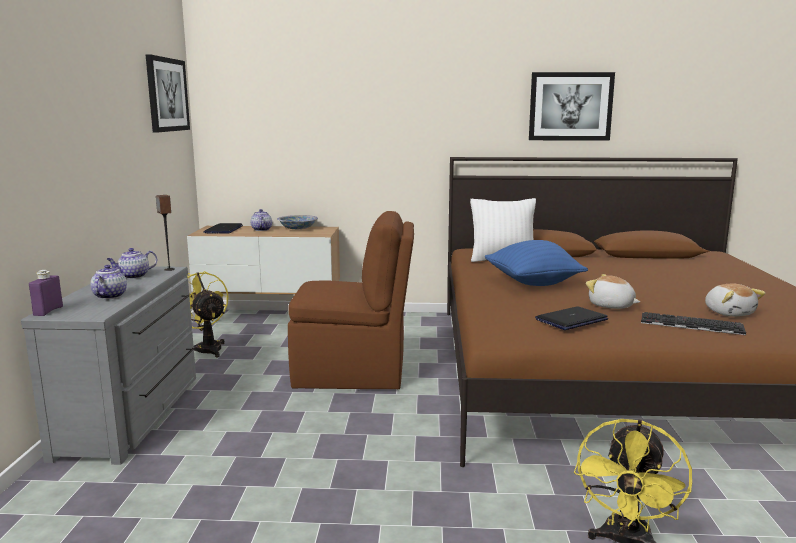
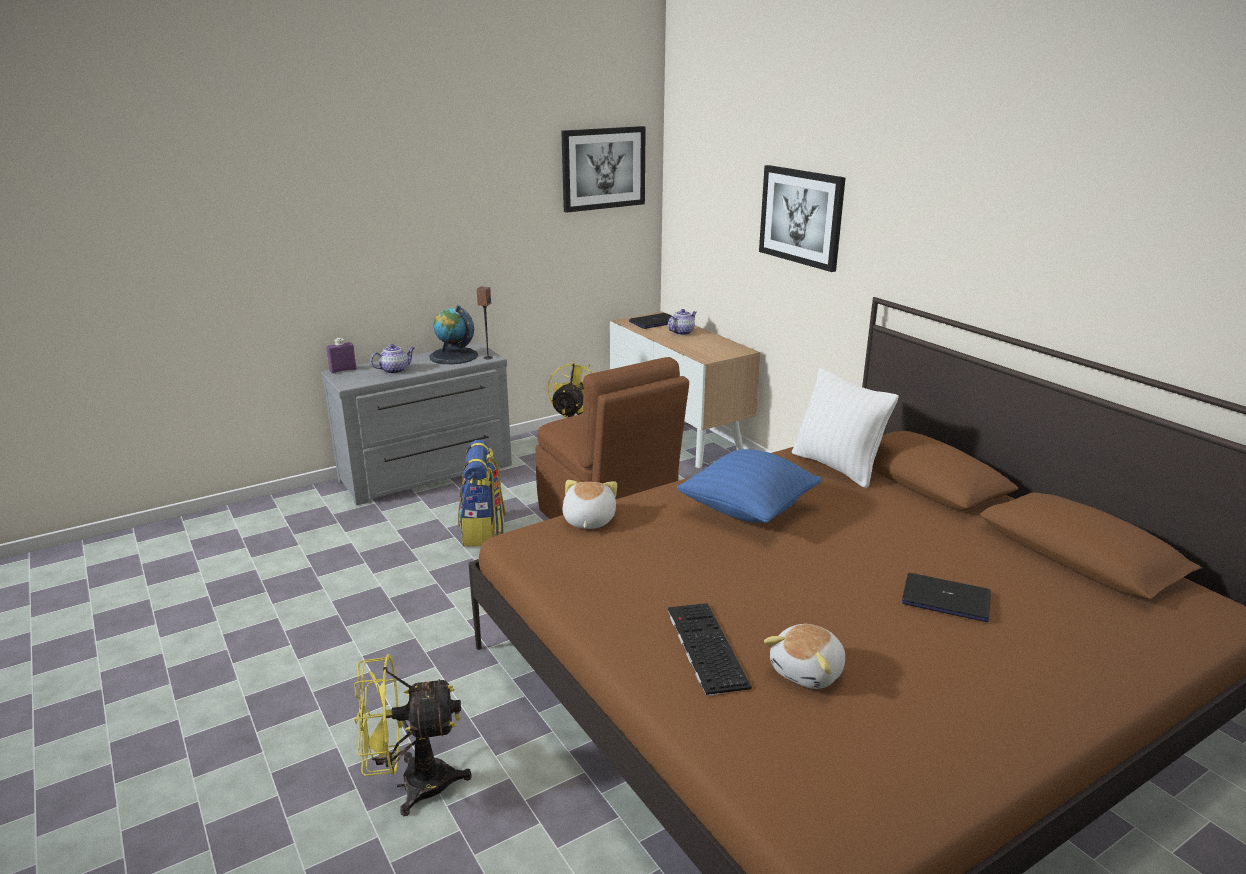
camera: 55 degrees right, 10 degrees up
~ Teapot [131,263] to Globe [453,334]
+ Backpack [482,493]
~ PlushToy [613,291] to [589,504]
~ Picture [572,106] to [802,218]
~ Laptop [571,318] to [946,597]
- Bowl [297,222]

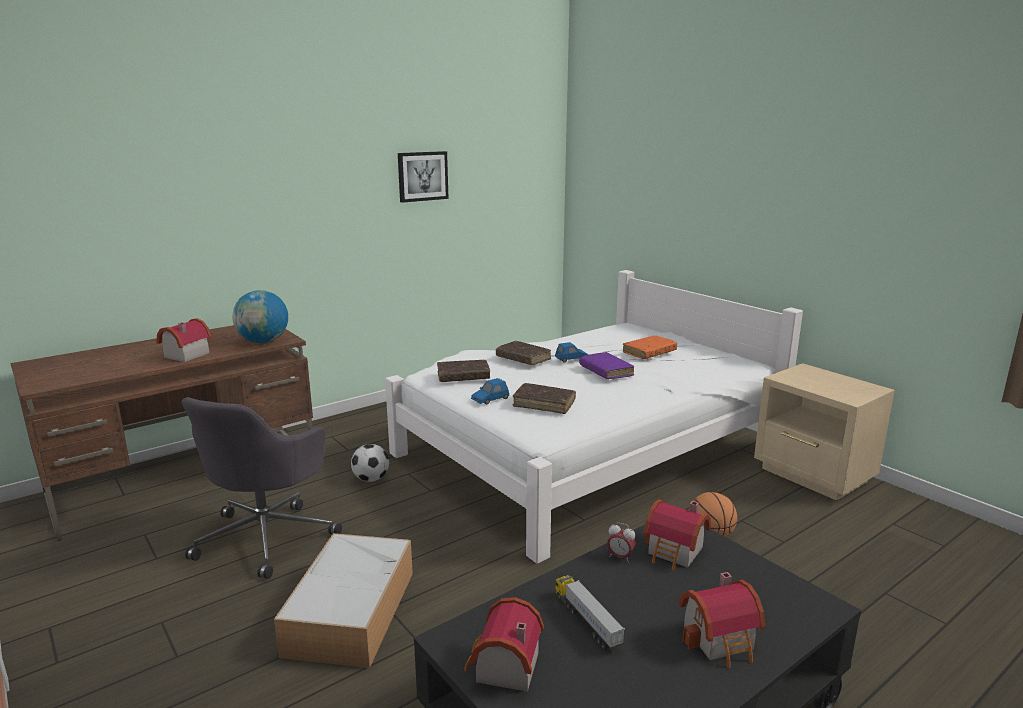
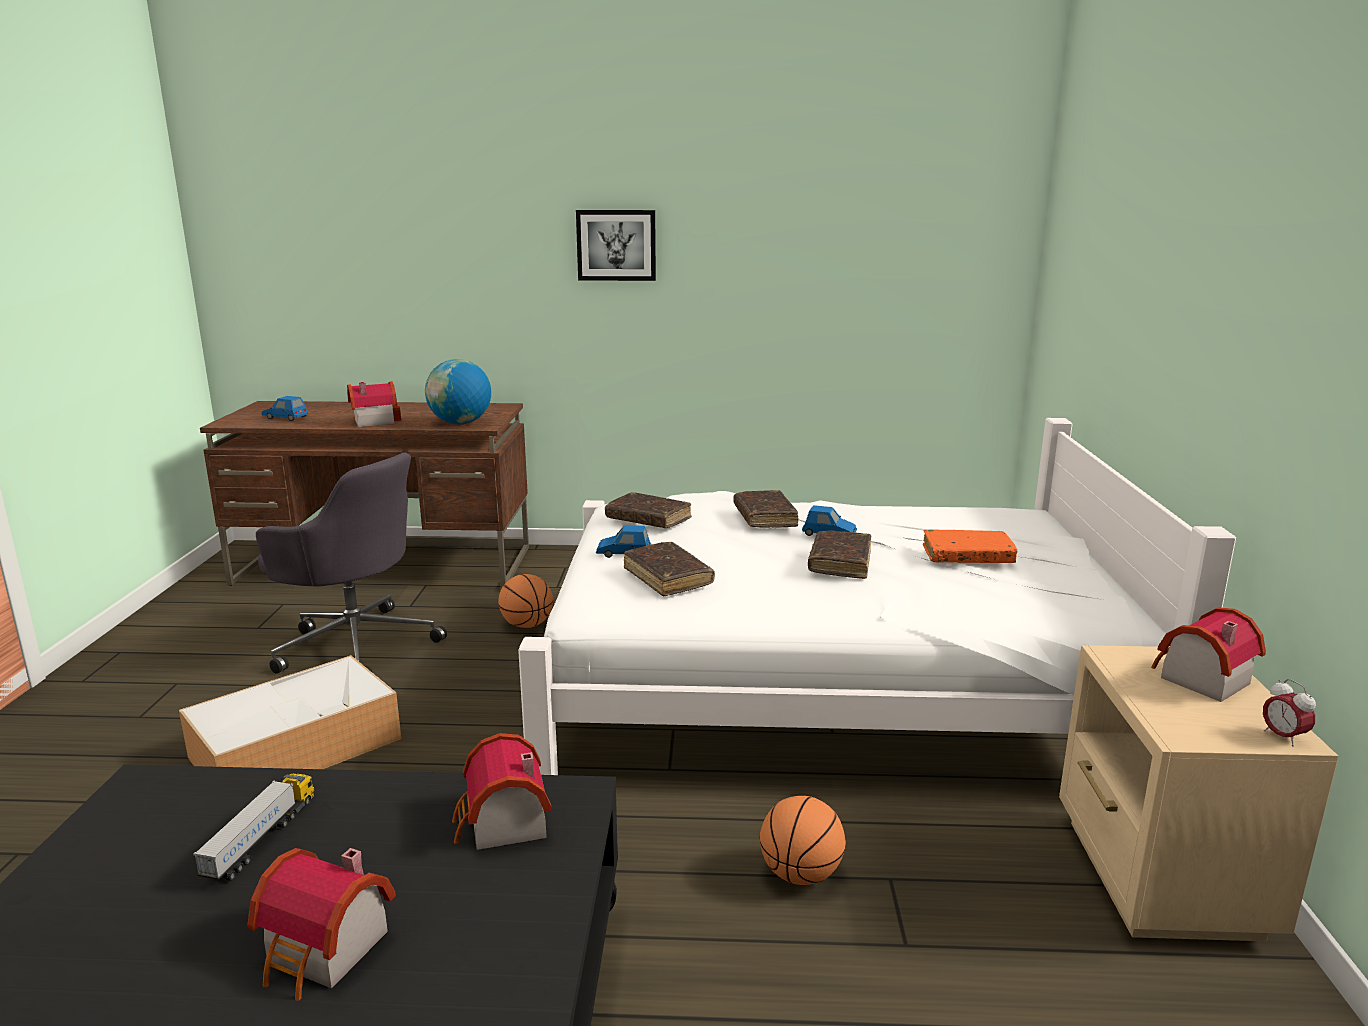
camera: 40 degrees right, 0 degrees up
~ GreyOfficeChair [262,488] = [351,563] 120 degrees counterclockwise
+ BlueToyCar [285,408]
~ Football [370,463] to Basketball [525,601]
~ Picture [423,177] to [616,245]
~ PurpleBook [606,365] to BrownBook [839,554]
~ ToyHouse [504,644] to [1208,654]
~ AlarmClock [621,542] to [1289,713]

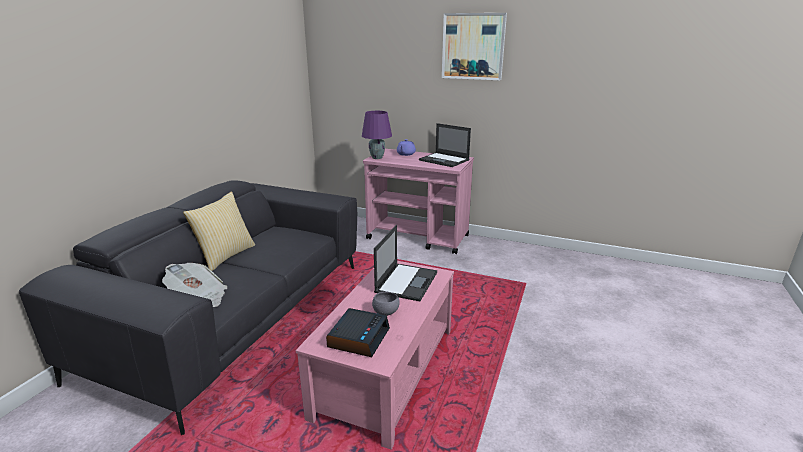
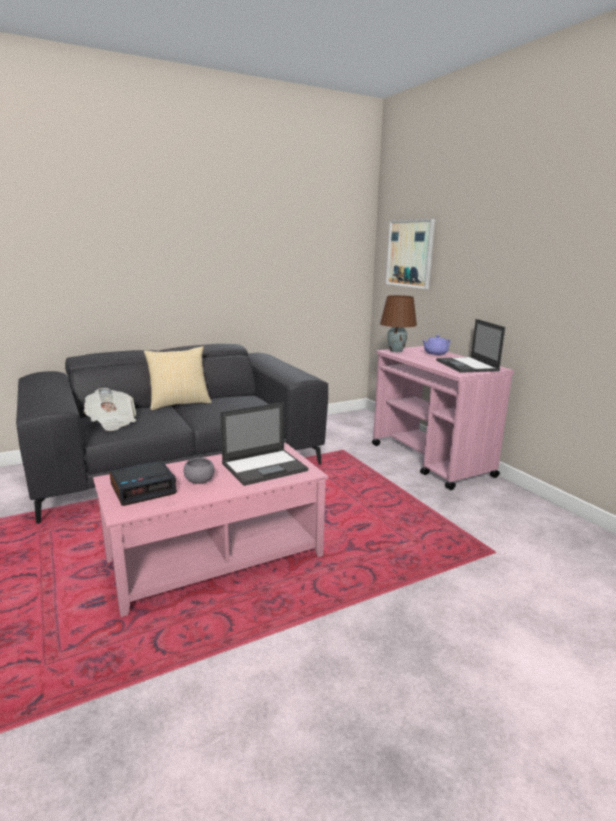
camera: 40 degrees right, 5 degrees down
~ PurpleTableLamp [377,135] to BrownTableLamp [398,323]
~ Picture [474,47] to [410,254]

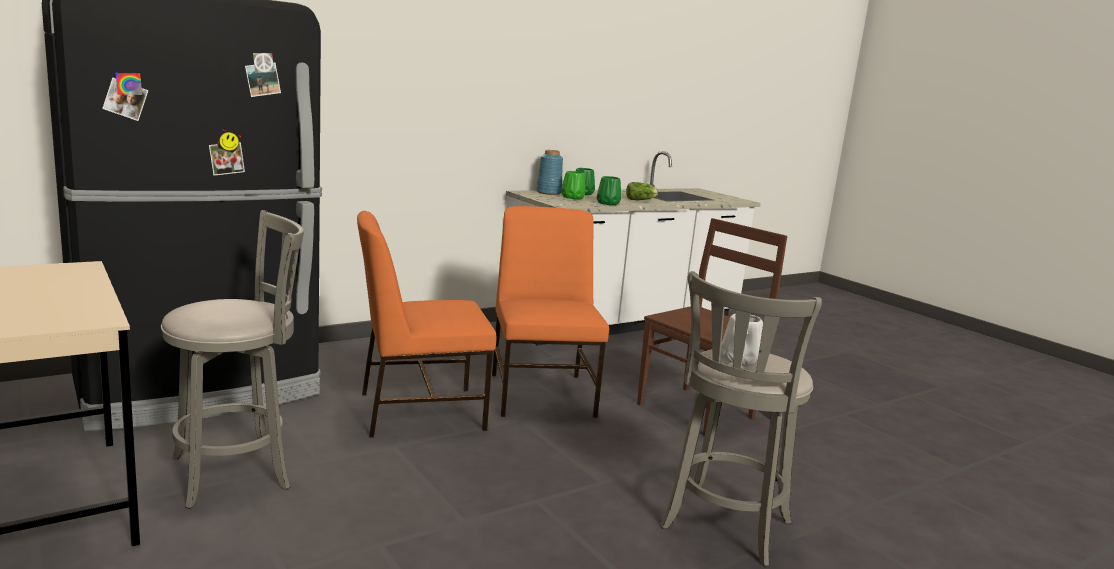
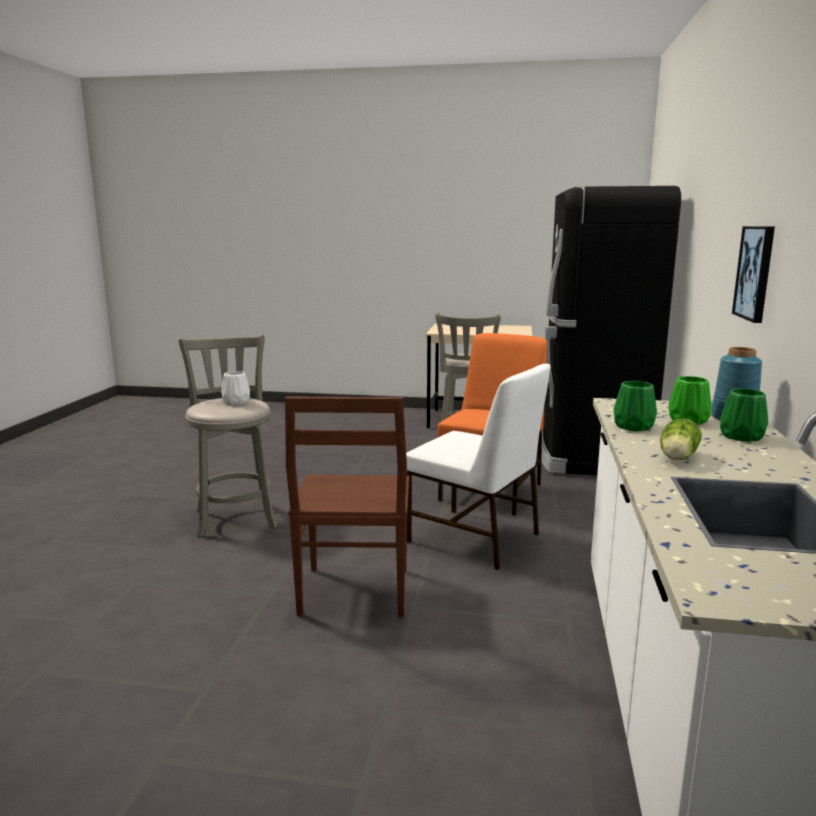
camera: 135 degrees right, 0 degrees up
~ OrangeChair [550,312] to WhiteChair [478,467]
+ Picture [753,274]

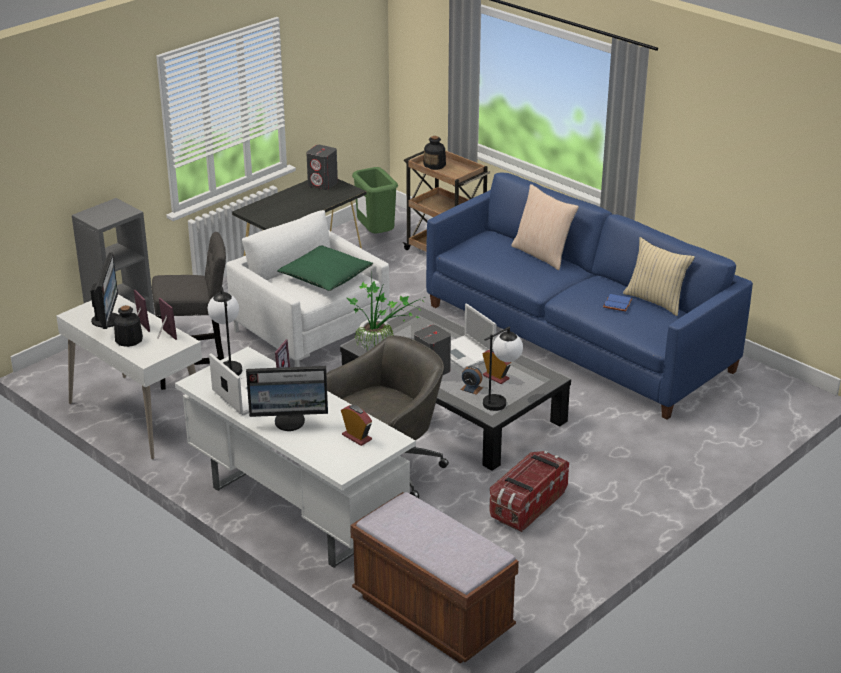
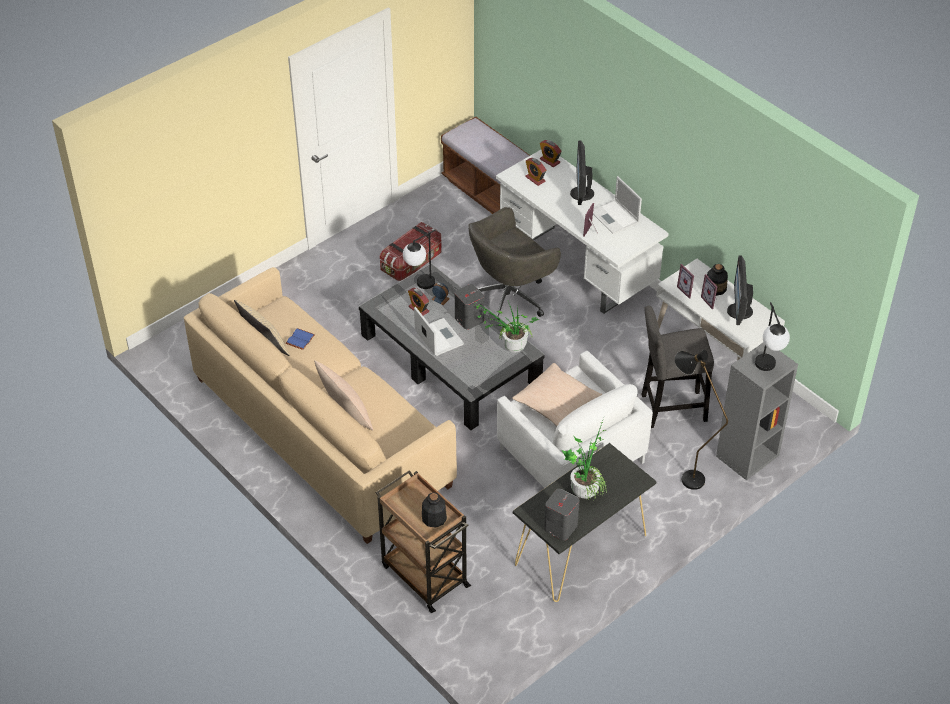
camera: 175 degrees left, 15 degrees up
~ BlueSofa [589,296] to BeigeSofa [320,405]
~ GreenPillow [325,268] to BeigePillow [557,394]
+ AlarmClock [551,153]
+ PottedPlant [584,459]
~ Monitor [287,398] = [582,172] 90 degrees counterclockwise
+ BlackFloorLamp [701,420]
~ TableLamp [225,331] to [772,336]
- GreenTrashCan [375,200]

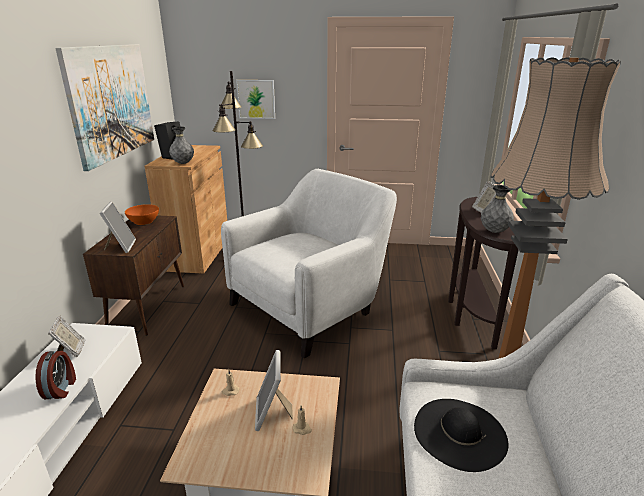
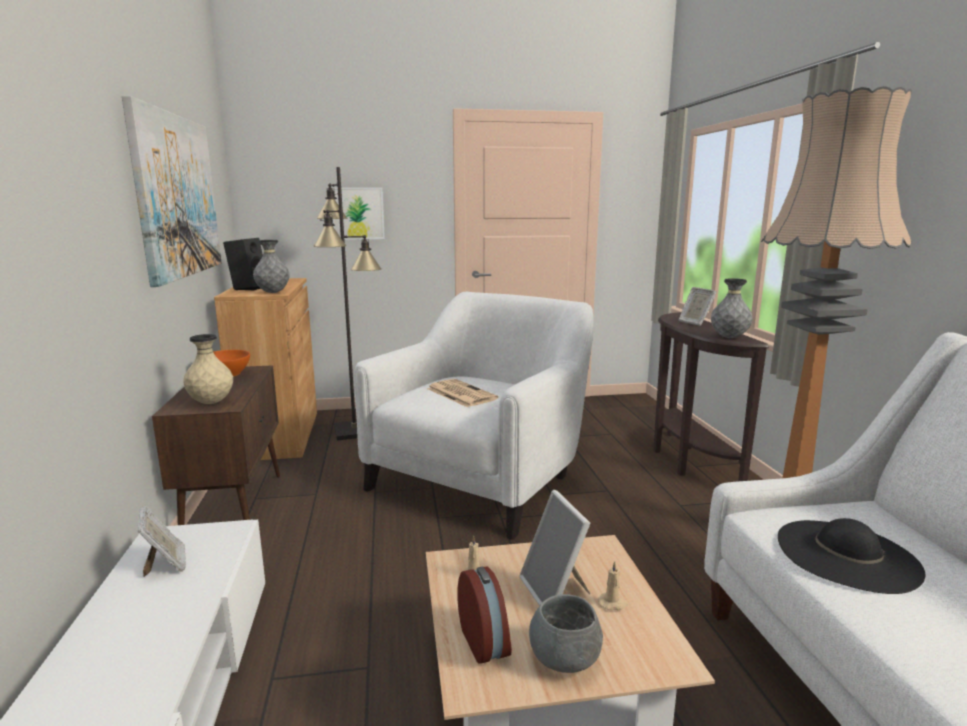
camera: 15 degrees left, 10 degrees down
~ PictureFrame [118,227] to BeigeVase [208,369]
+ Newspaper [462,393]
~ AlarmClock [55,375] to [484,615]
+ GreyBowl [566,633]

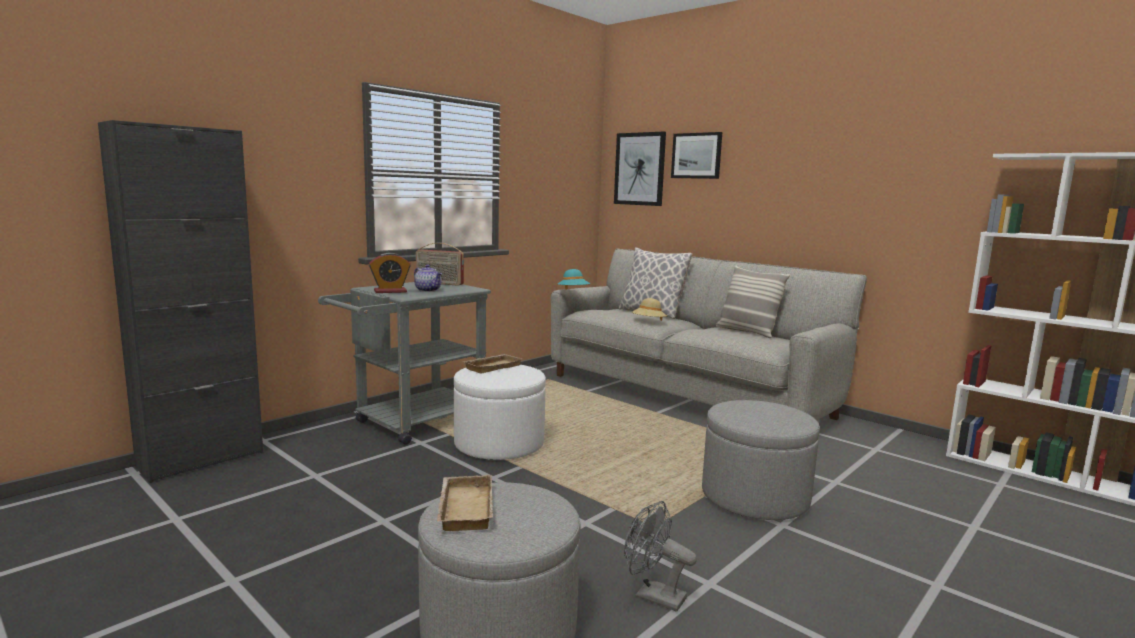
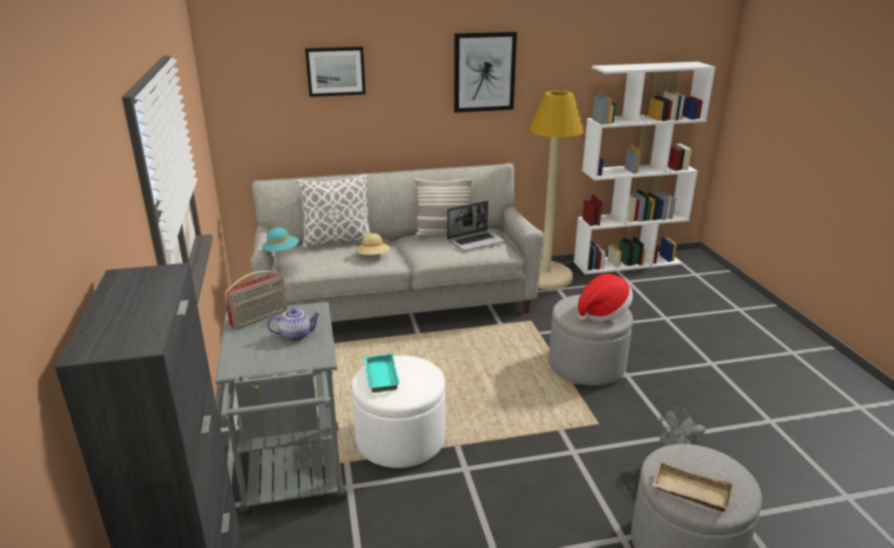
camera: 55 degrees left, 15 degrees up
~ BeigeTray [492,363] to TurquoiseTray [382,373]
+ Laptop [475,226]
~ Picture [640,169] to [485,72]
+ BeigeFloorLamp [556,190]
+ Hat [605,298]
- AlarmClock [390,273]

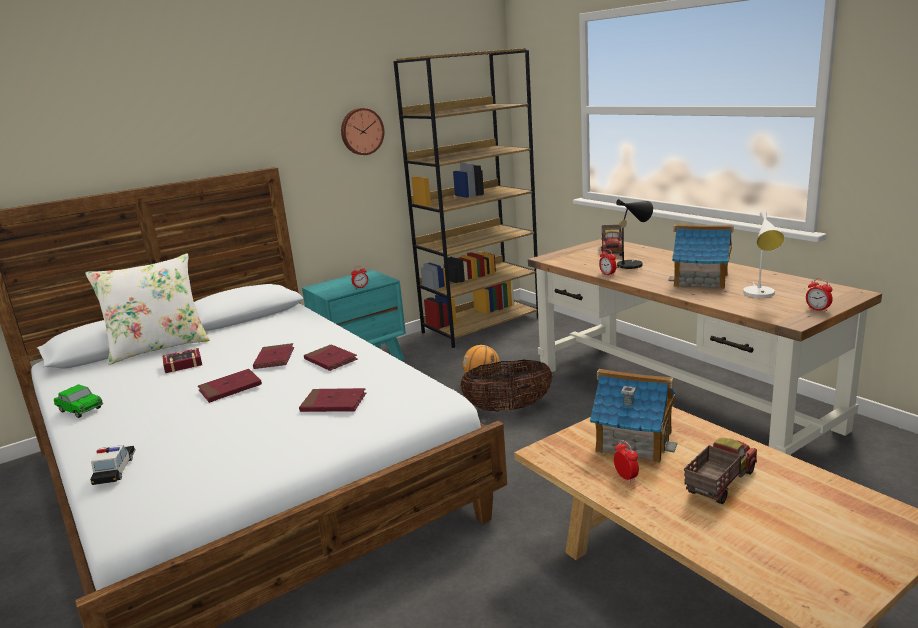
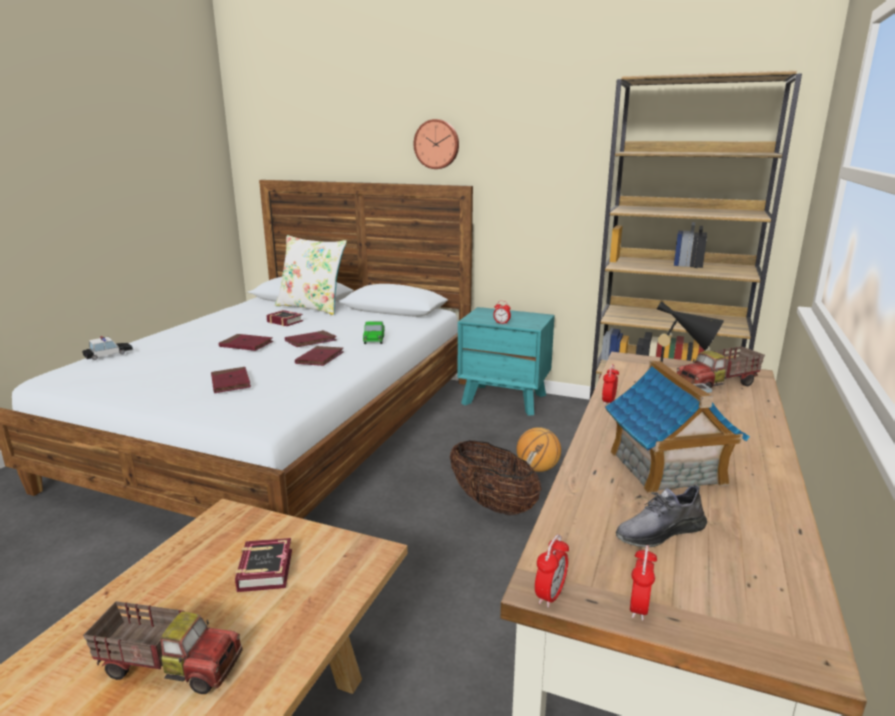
camera: 55 degrees right, 0 degrees up
~ ToyHouse [633,416] to Book [263,565]
~ ToyCar [78,401] to [374,333]
~ WallClock [362,131] to [436,144]
~ AlarmClock [626,461] to [552,571]
~ WhiteTableLamp [764,254] to GreyShoe [661,515]

